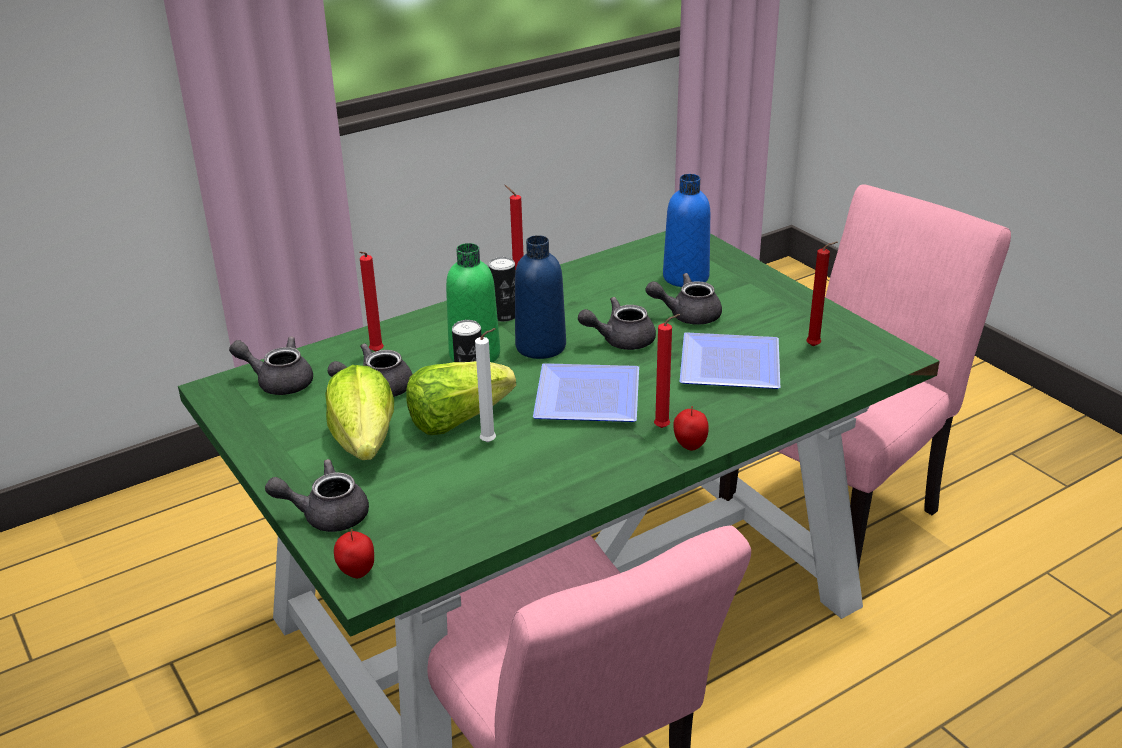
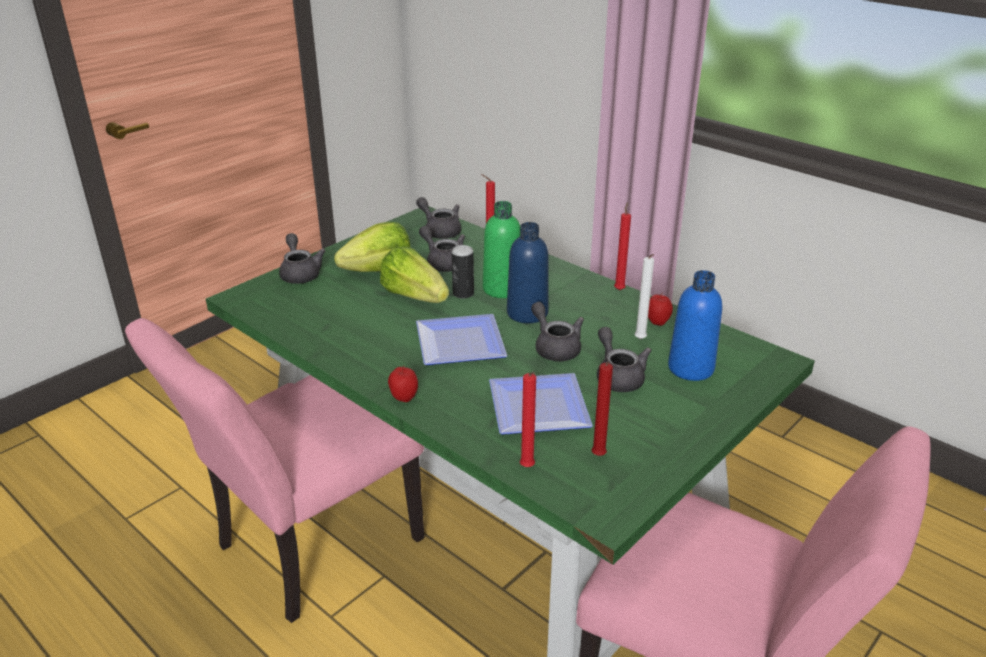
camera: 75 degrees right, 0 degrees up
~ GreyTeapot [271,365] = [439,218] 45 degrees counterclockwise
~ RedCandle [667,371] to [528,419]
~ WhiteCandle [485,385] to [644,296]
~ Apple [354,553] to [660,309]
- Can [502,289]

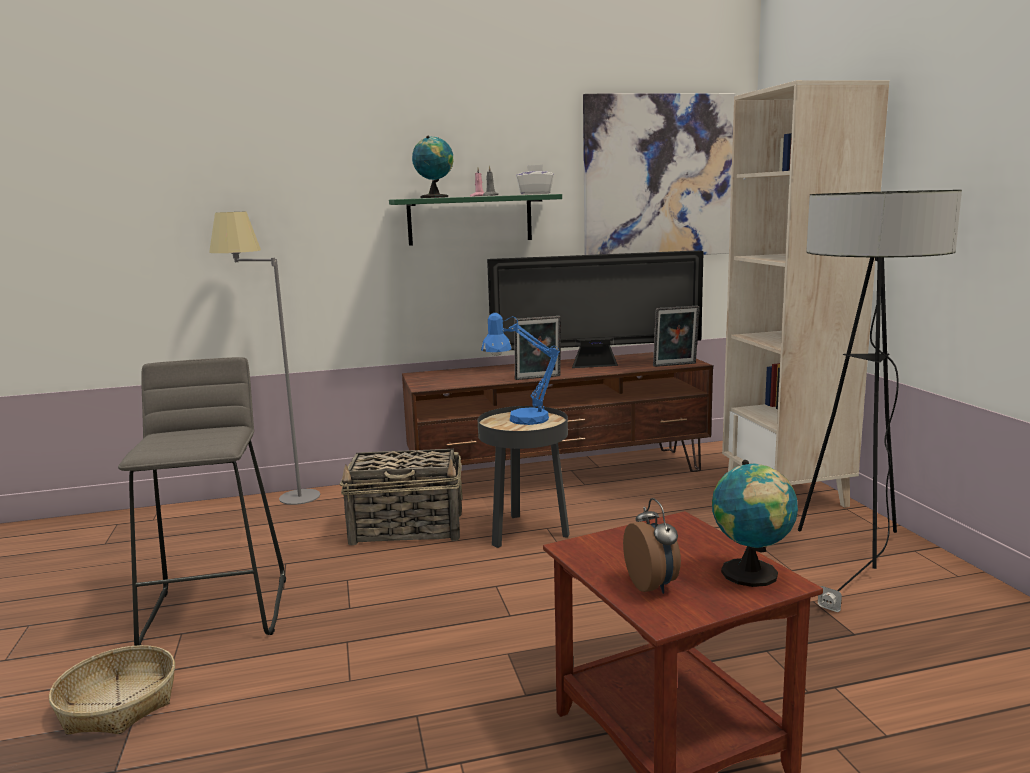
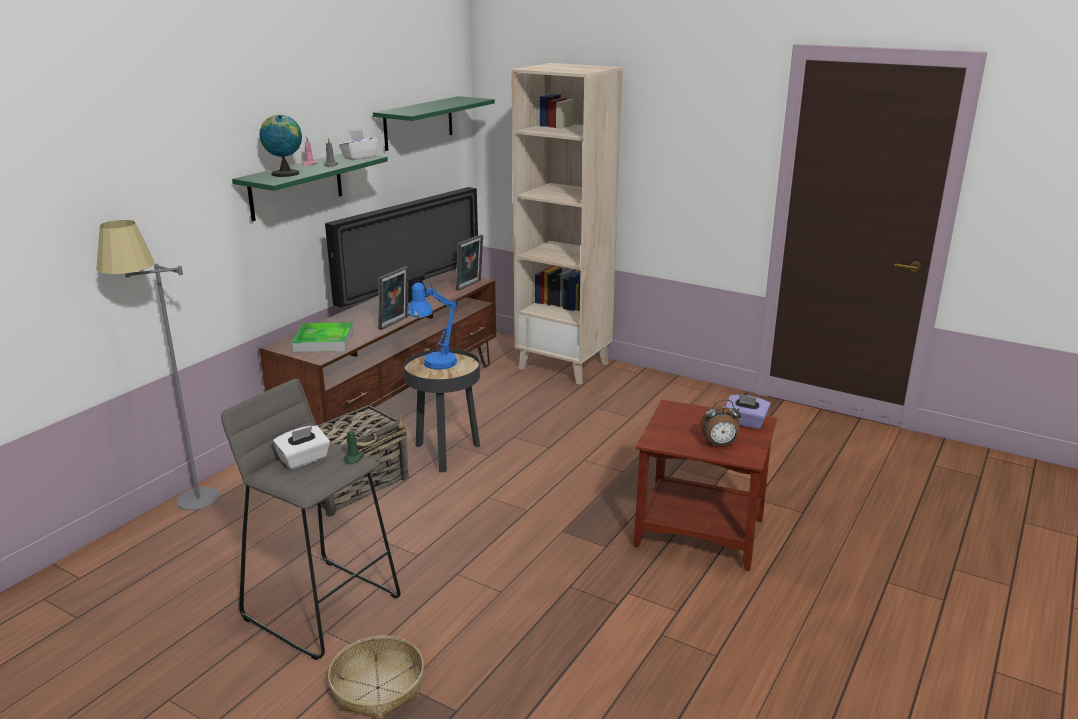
camera: 45 degrees left, 10 degrees up
+ WhiteTissueBox [301,447]
+ Tray [323,337]
+ GreenCandle [354,445]
~ Picture [659,174] to GreenShelf [434,123]
~ AlarmClock [652,546] = [720,422] 150 degrees clockwise
~ Globe [755,523] to PurpleTissueBox [748,411]
- FloorLamp [880,401]

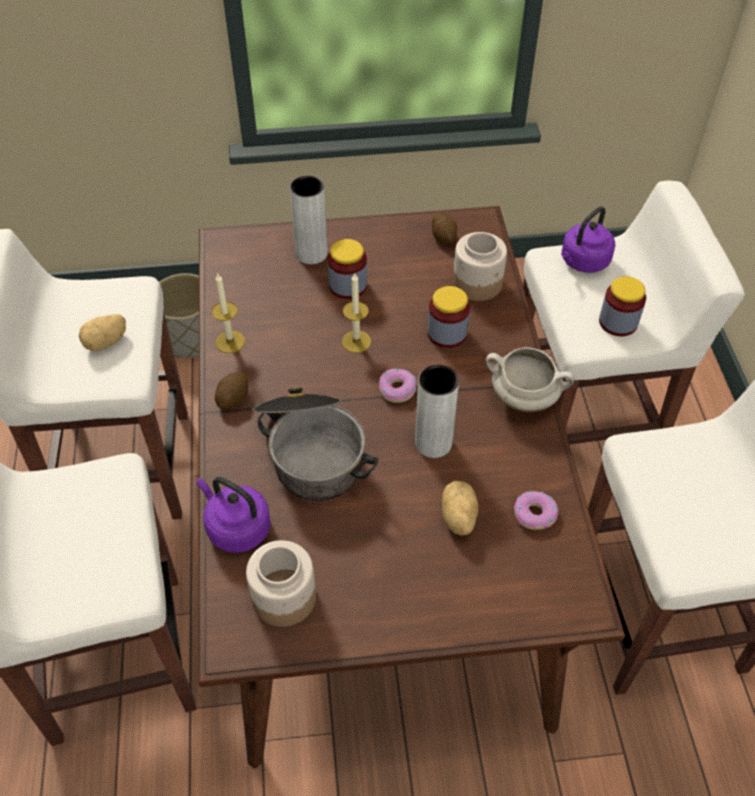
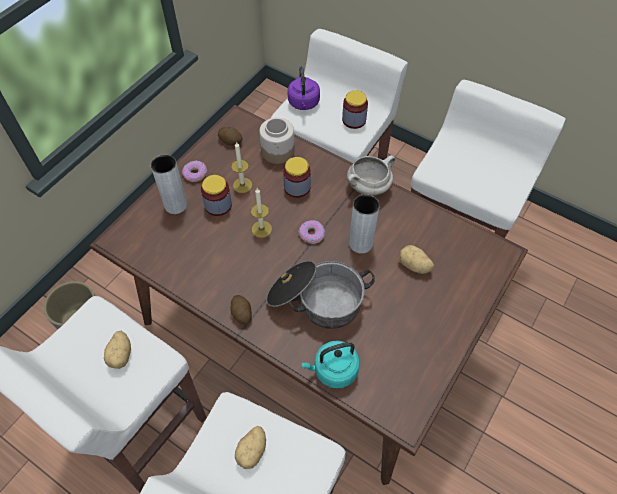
camera: 50 degrees left, 5 degrees up
~ Donut [536,510] to [194,171]
~ Candle [228,313] to [241,167]
+ Potato [250,447]
~ PurpleKettle [233,515] to TurquoiseKettle [330,364]
- Jar [281,583]

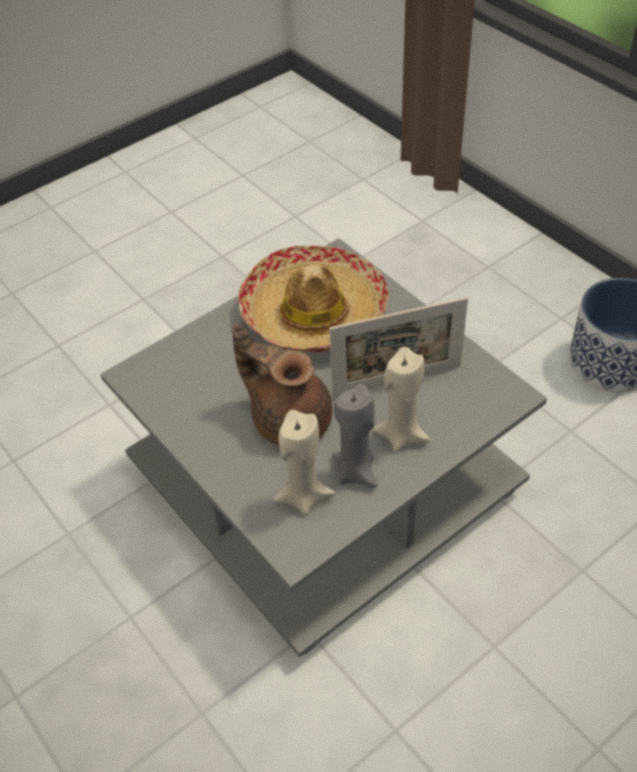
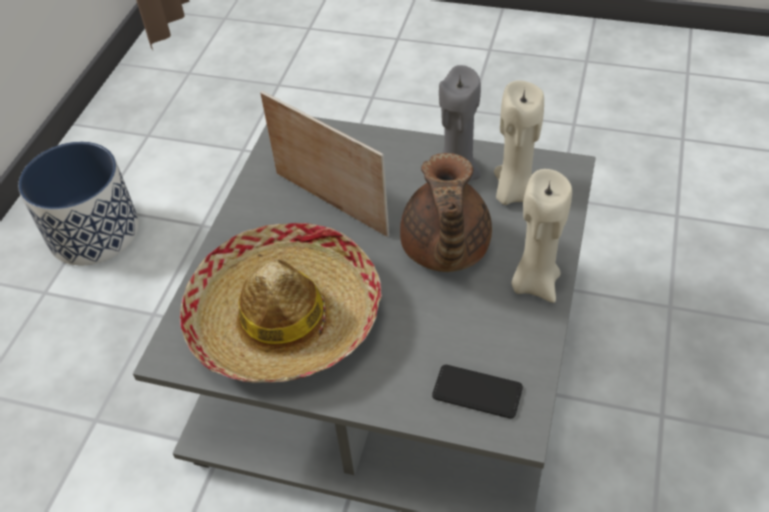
camera: 125 degrees left, 0 degrees up
+ Phone [477,392]
~ BeigeCandle [401,399] to [541,236]

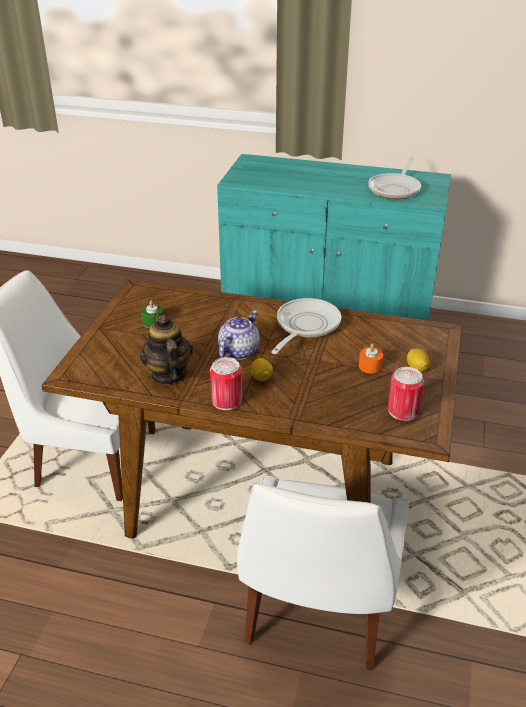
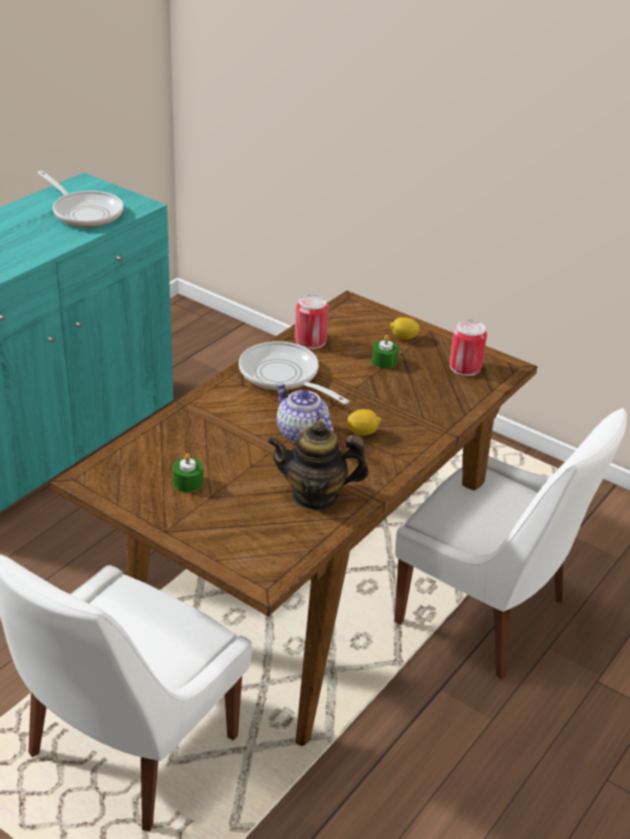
camera: 70 degrees left, 0 degrees up
~ Can [226,383] to [312,321]
~ OrangeCandle [371,359] to GreenCandle [385,352]

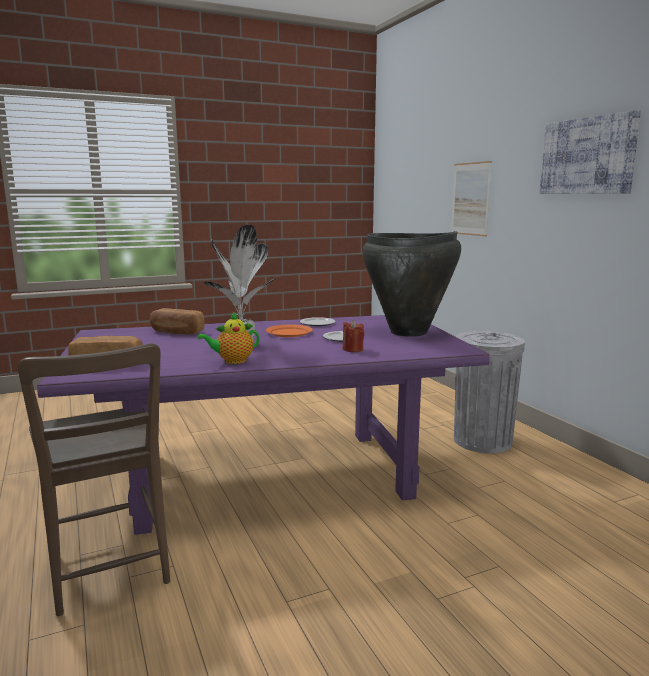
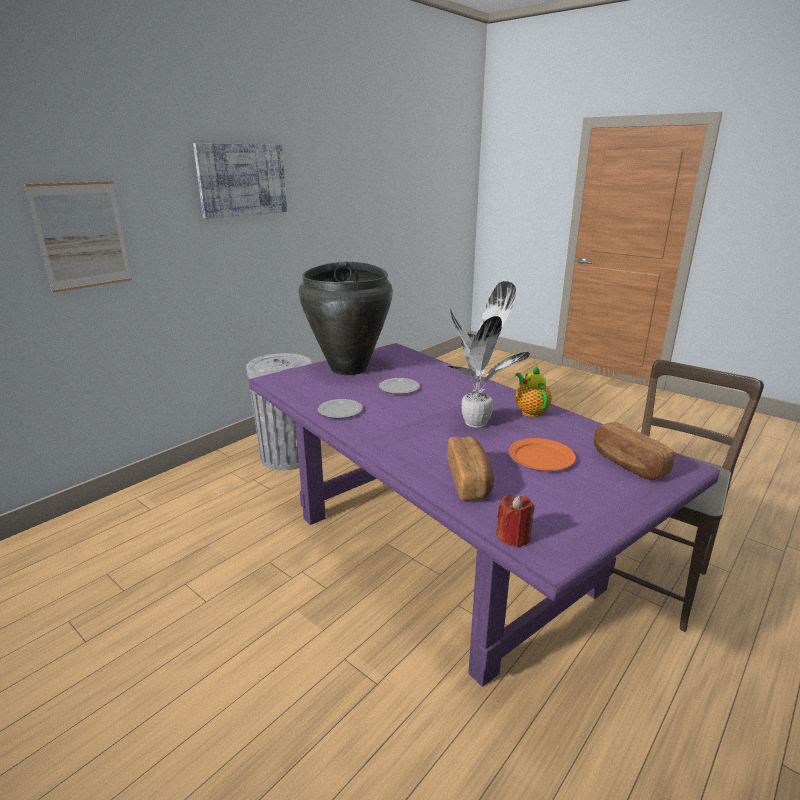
camera: 115 degrees left, 10 degrees up
~ RedCandle [353,336] to [515,521]
~ OrangePlate [289,331] to [542,454]
~ Teapot [228,337] = [533,391] 150 degrees counterclockwise

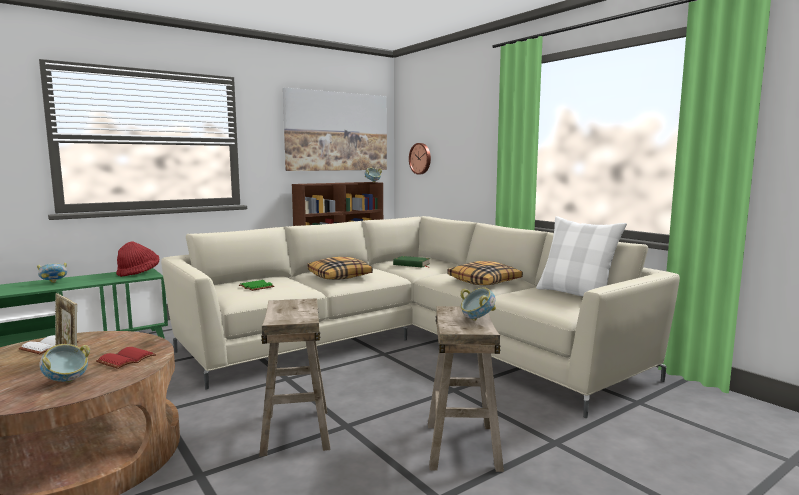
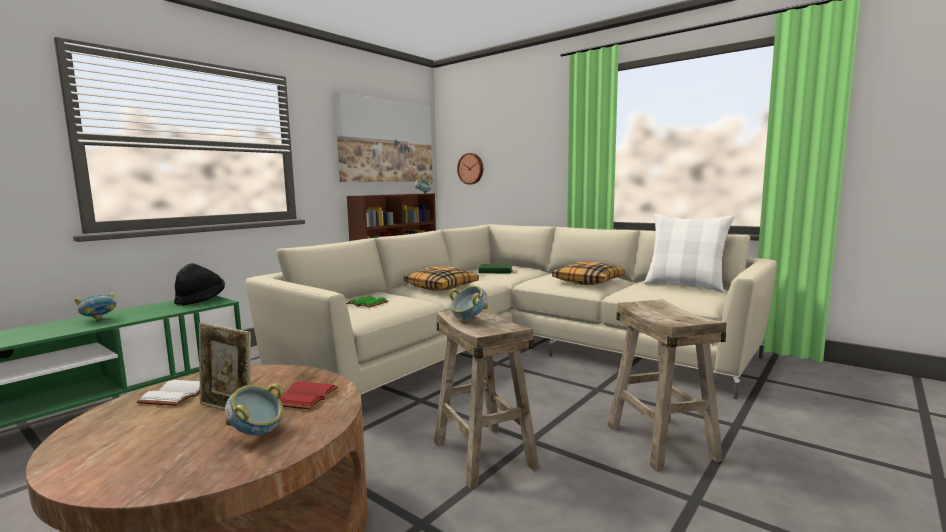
camera: 15 degrees left, 0 degrees up
~ RedHat [137,259] to BlackHat [199,284]
~ Bowl [478,304] to [468,303]

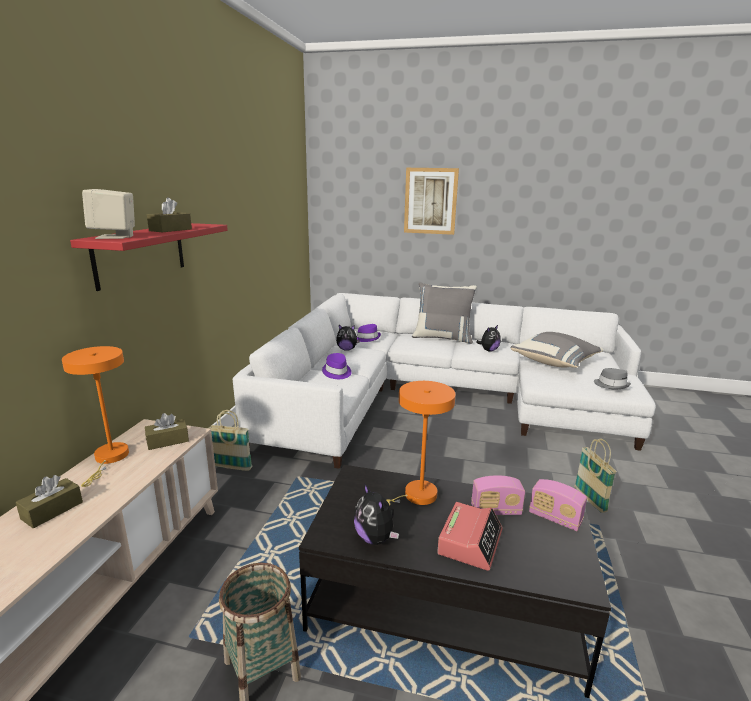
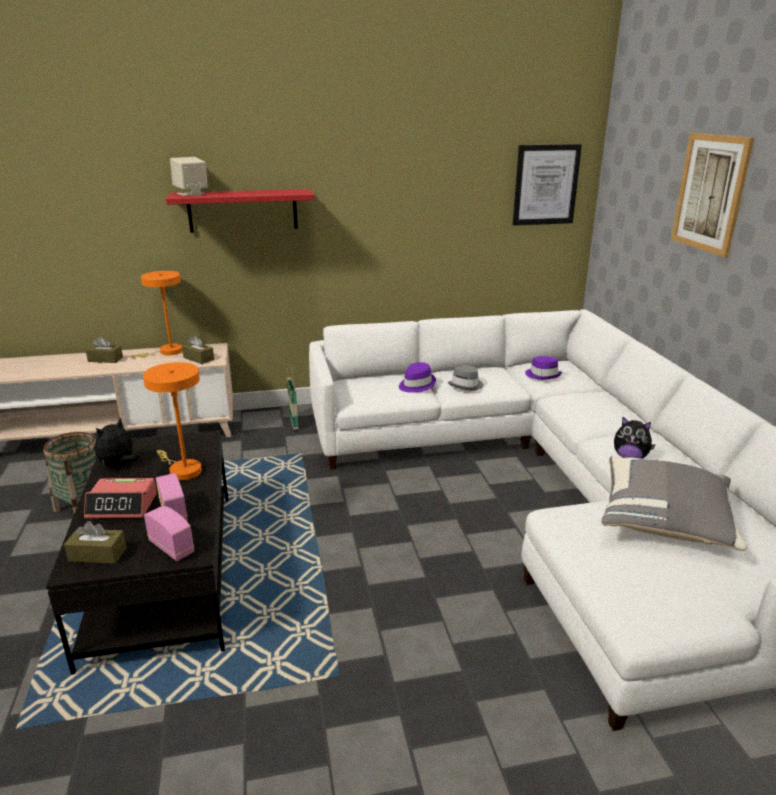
camera: 65 degrees right, 5 degrees up
~ BrownTissueBox [169,214] to [95,542]
~ Radio [558,505] = [169,533] 120 degrees clockwise
~ GreyHat [612,378] to [465,377]
+ Picture [547,185]
- PlushToy [348,338]
- GreyPillow [444,313]
- Basket [595,476]

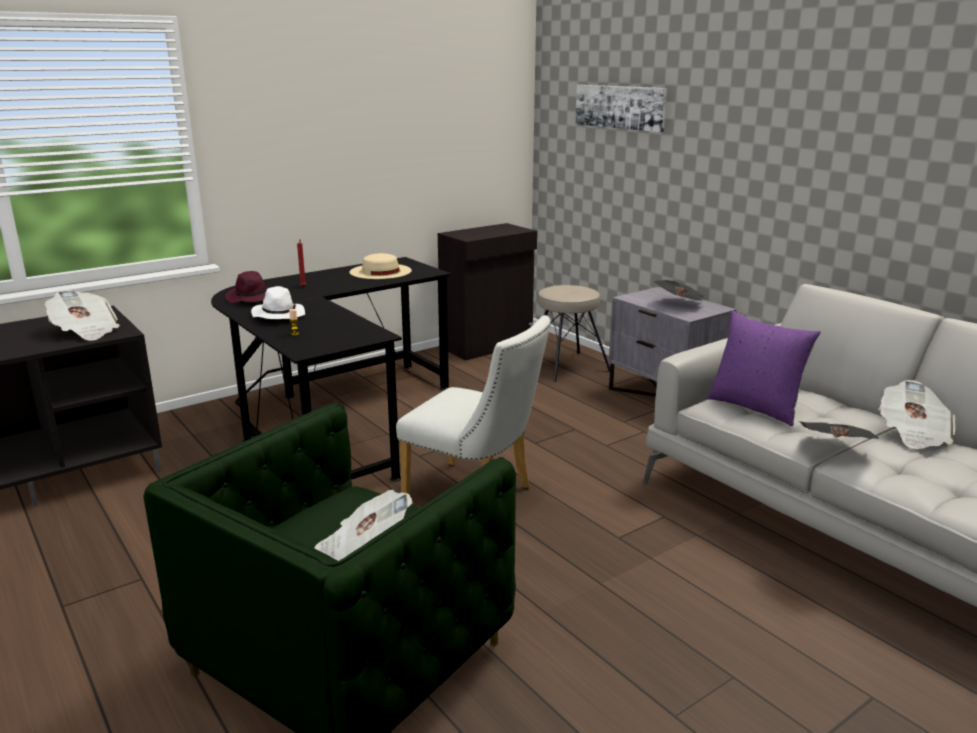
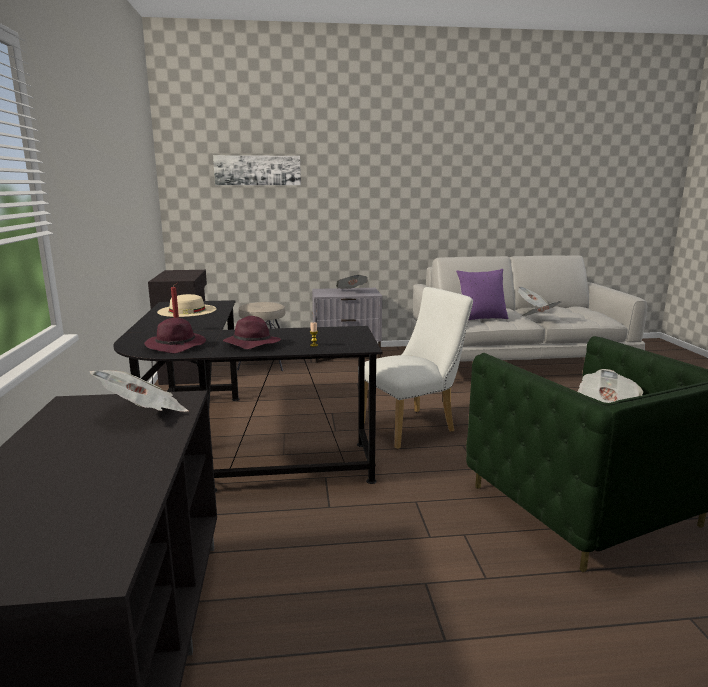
camera: 60 degrees left, 5 degrees down
~ WhiteHat [278,302] to PurpleHat [252,332]

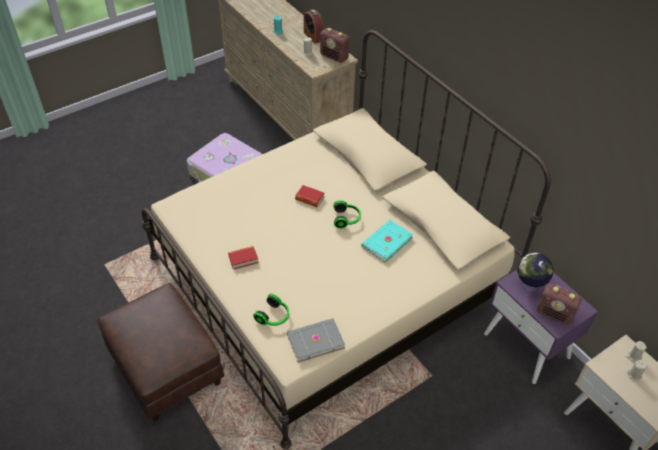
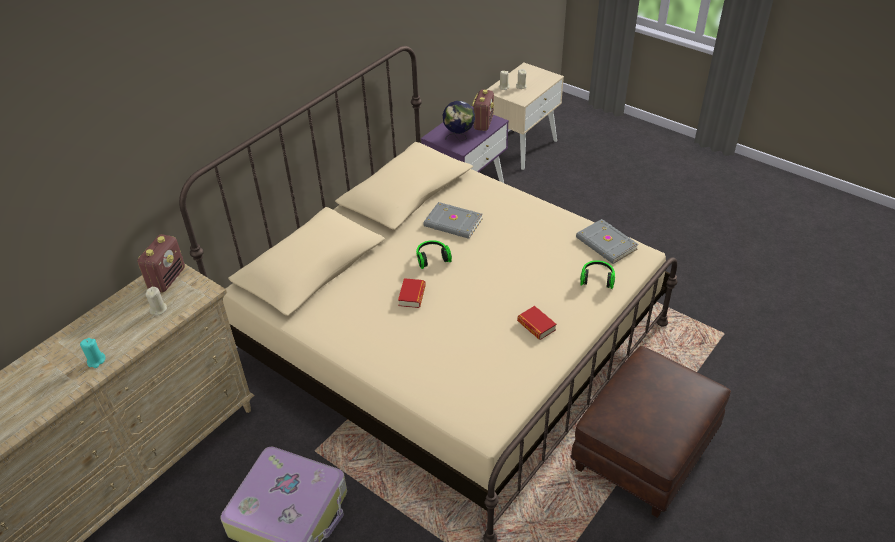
camera: 105 degrees left, 5 degrees down
~ TurquoiseBook [387,241] to GreyBook [453,220]
- AlarmClock [313,26]

